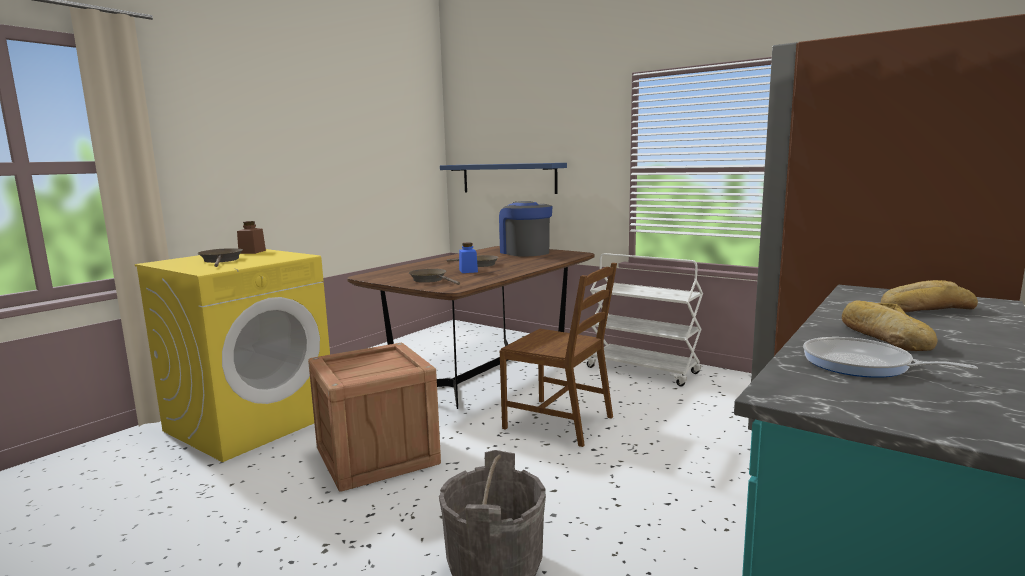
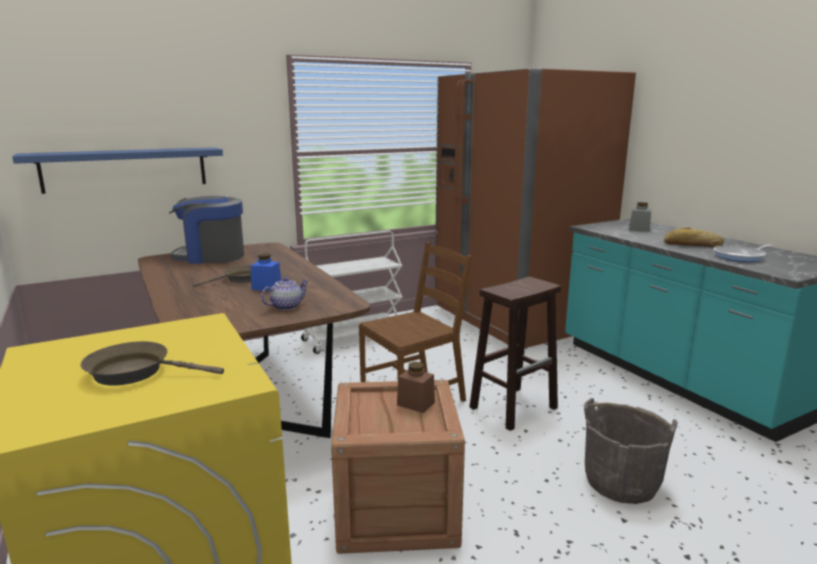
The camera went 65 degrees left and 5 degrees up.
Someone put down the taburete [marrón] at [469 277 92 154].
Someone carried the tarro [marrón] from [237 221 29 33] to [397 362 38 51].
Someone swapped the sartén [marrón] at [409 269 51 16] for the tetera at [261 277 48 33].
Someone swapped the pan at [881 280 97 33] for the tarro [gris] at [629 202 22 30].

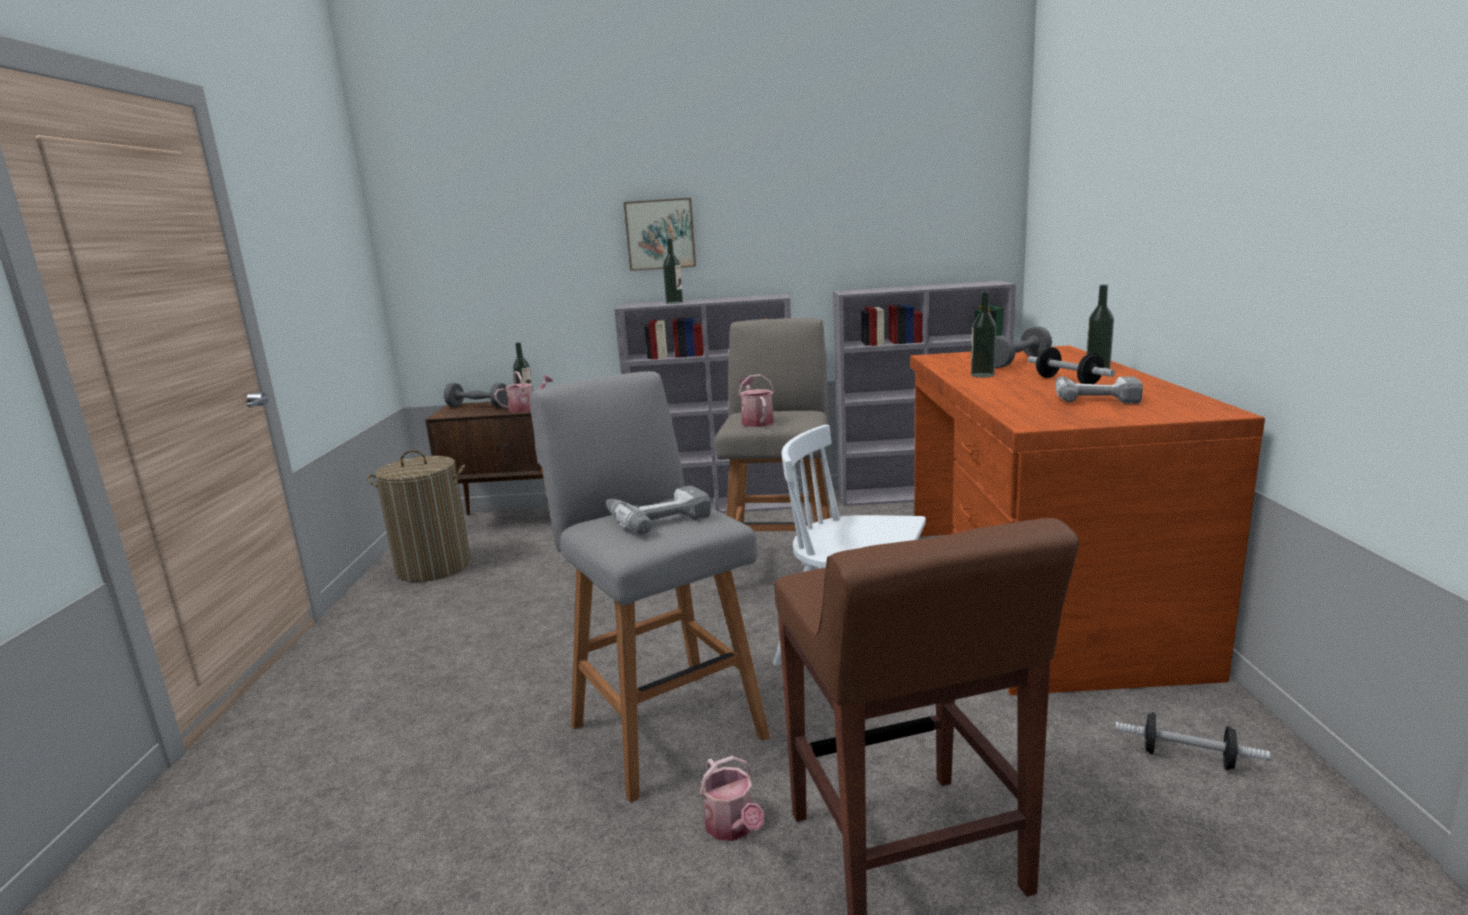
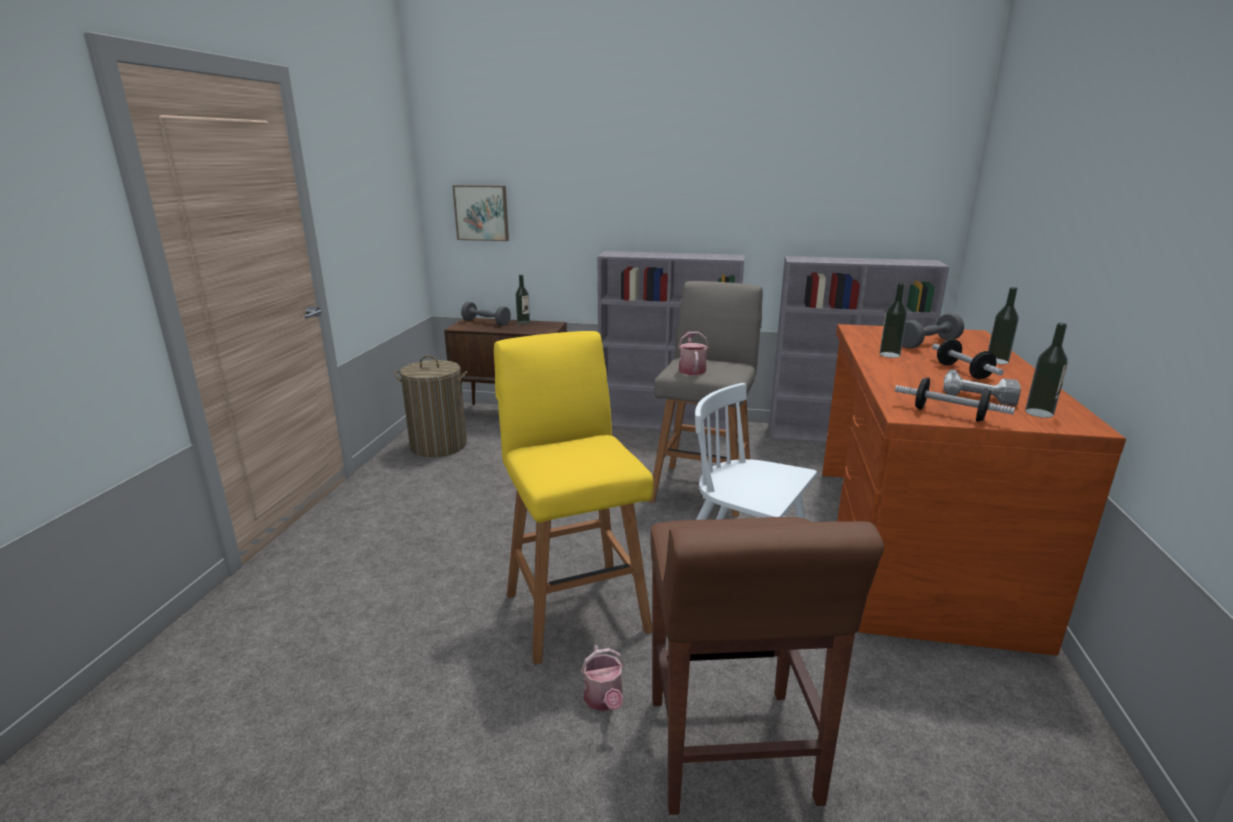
The camera went 10 degrees right and 5 degrees up.
Someone took away the regadera at [494 371 59 41].
Someone took away the taladro at [606 486 105 48].
Someone carried the cuadro from [623 198 73 73] to [452 185 57 56].
Someone carried the botella from [663 238 20 66] to [1025 323 43 95].
Someone carried the mancuerna from [1115 712 155 58] to [895 377 120 45].
Someone repainted the taburete [gris] at [530 371 240 431], which became the taburete [amarillo] at [494 331 160 334].

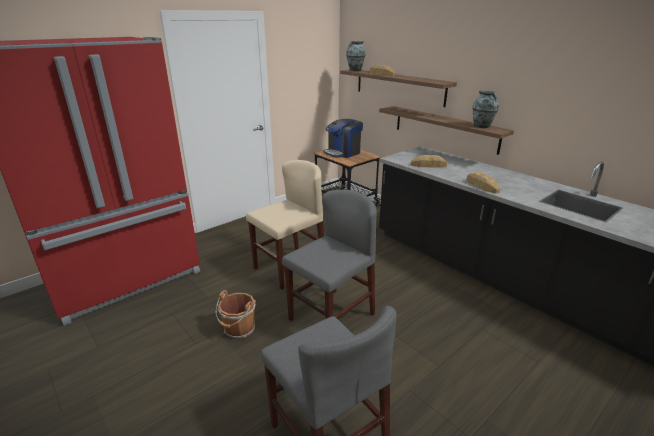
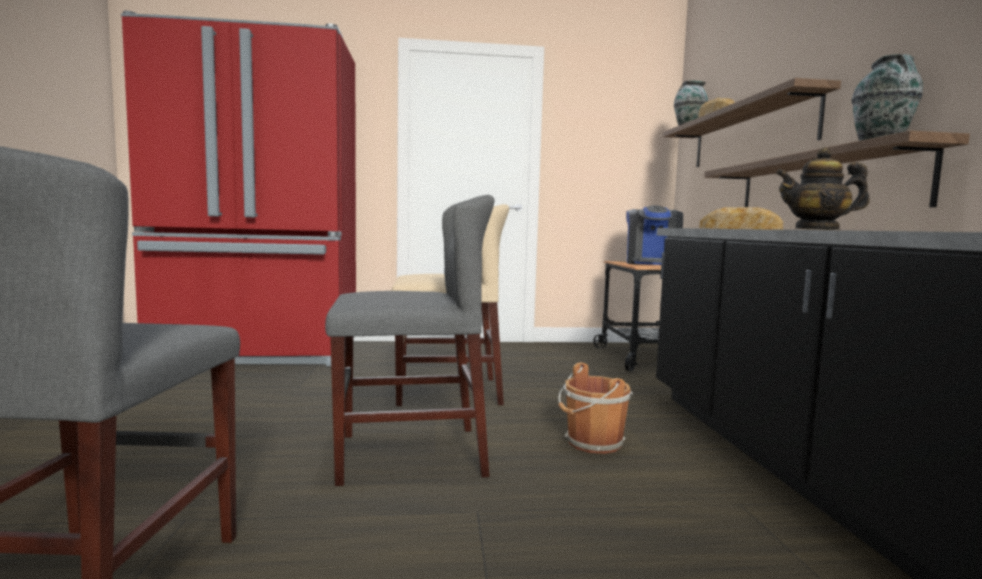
The camera went 35 degrees right and 20 degrees down.
Someone carried the cubo [marrón] from [215 290 41 49] to [558 362 75 92].
Someone swapped the pan at [467 172 33 21] for the tetera at [775 148 95 82].
Someone rotated the cafetera at [324 119 39 39] by 75 degrees counterclockwise.

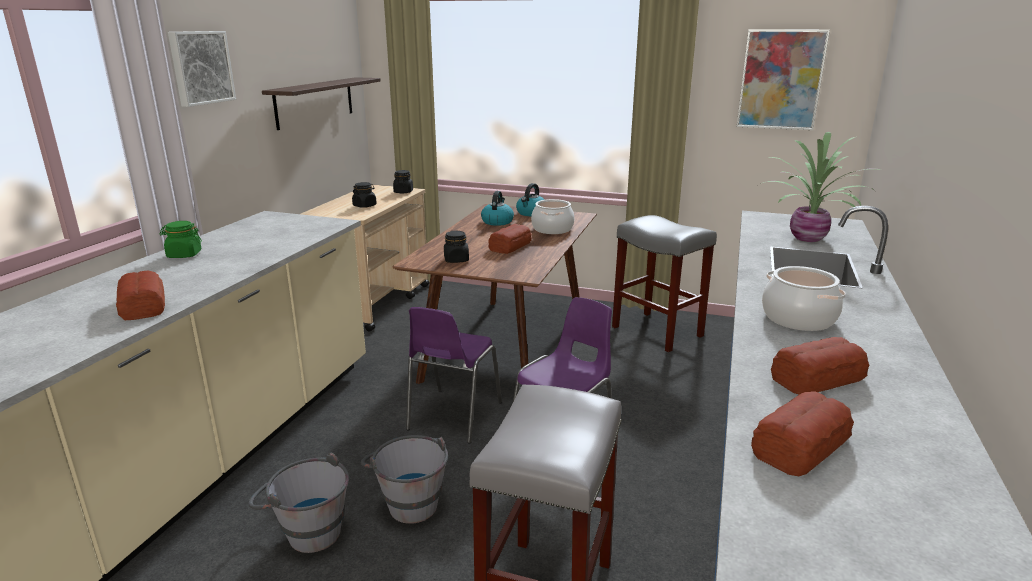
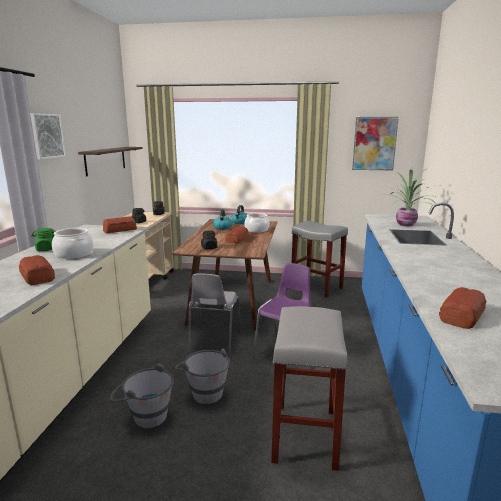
The camera went 10 degrees left and 5 degrees down.
Someone carried the olla from [762 266 84 65] to [52 228 42 31].
Someone carried the pan from [771 337 98 57] to [103 216 34 17].
Someone repainted the silla [morado] at [406 307 96 137], which became the silla [gris] at [188 273 53 83].

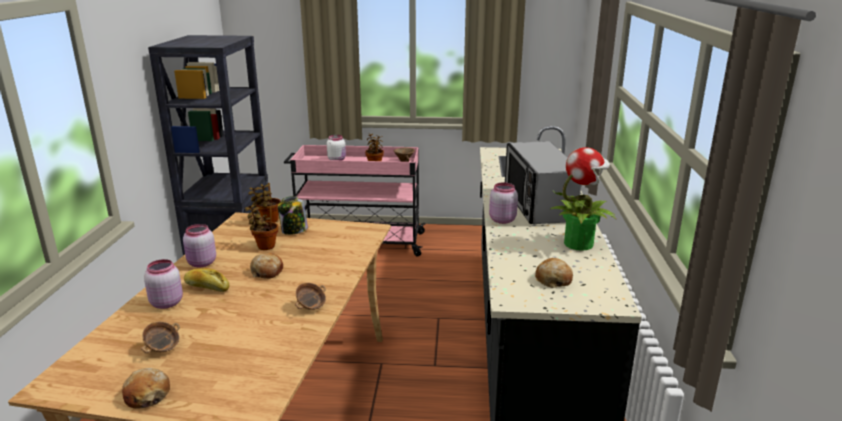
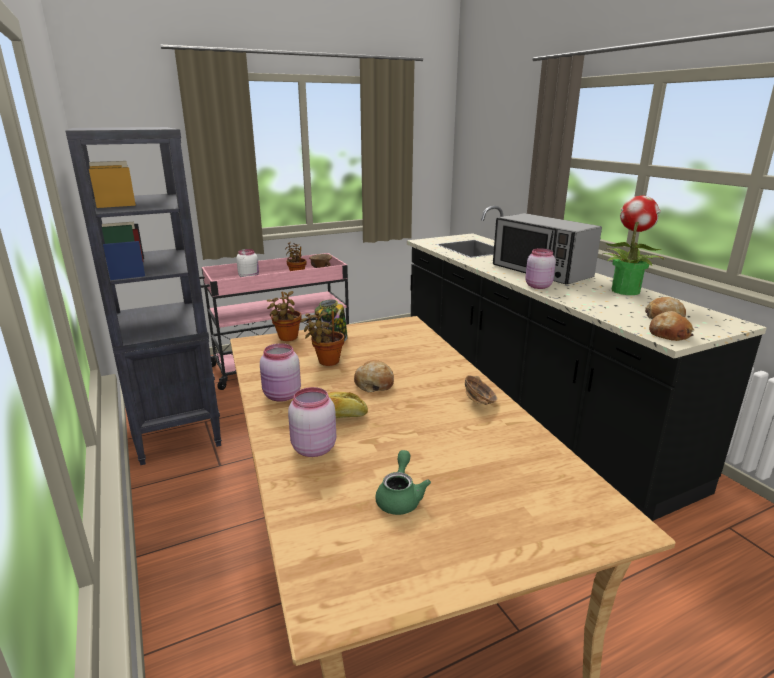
The camera went 30 degrees left and 0 degrees up.
Someone carried the pan from [122 368 48 41] to [649 311 45 30].
Someone swapped the cuenco at [141 322 39 31] for the tetera [verde] at [375 450 56 65].

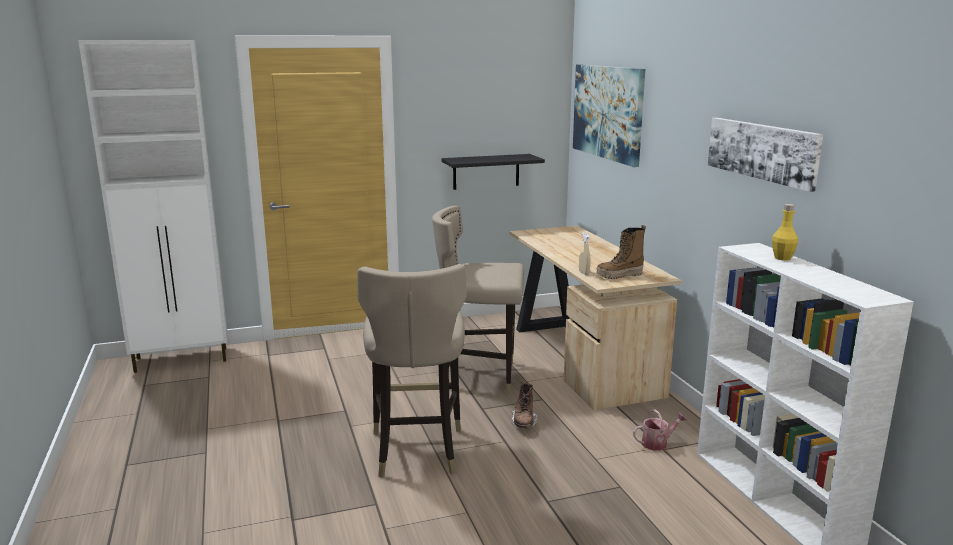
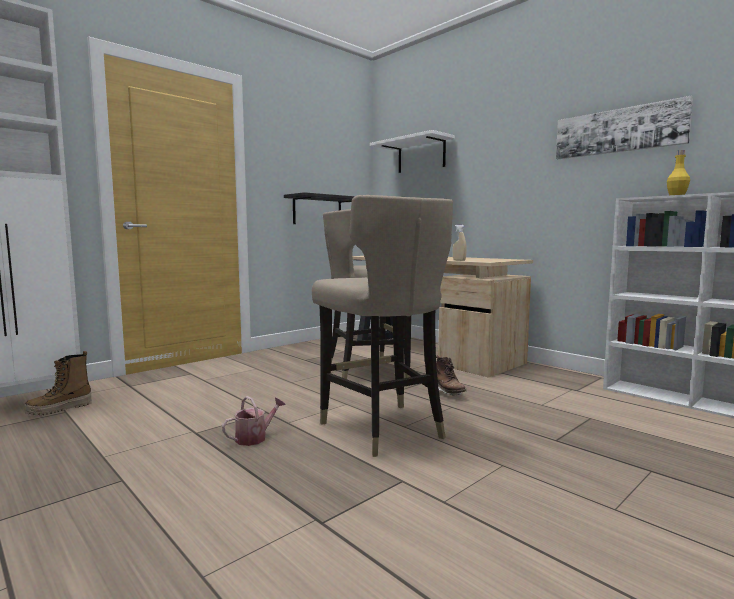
The camera went 25 degrees left and 10 degrees down.
Someone carried the bota from [596 225 50 54] to [24 351 68 65].
Someone carried the regadera from [633 409 54 42] to [222 396 64 50].
Someone swapped the cuadro at [573 65 72 102] for the estante [blanco] at [370 130 85 43].

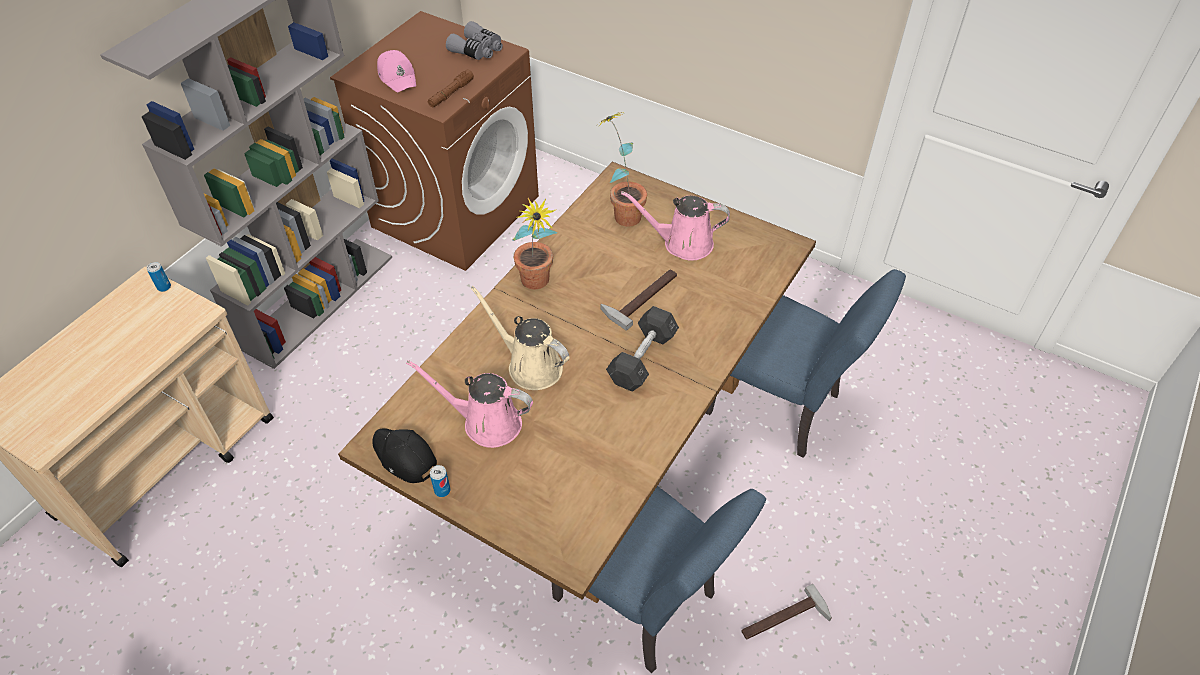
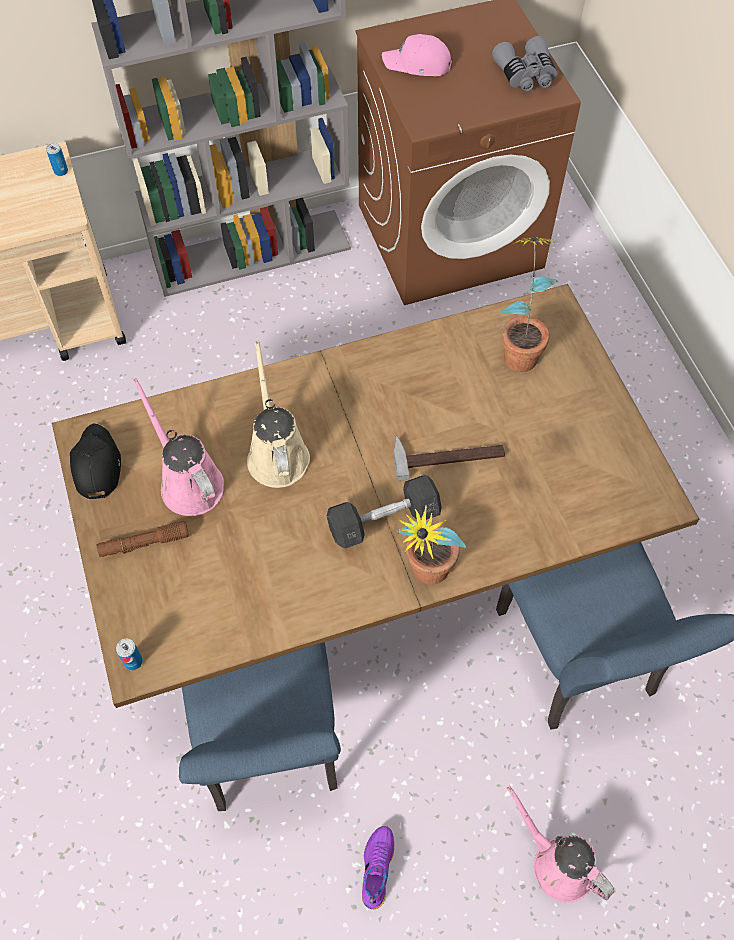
The camera went 40 degrees right and 10 degrees up.
Someone carried the linterna [marrón] from [428 70 46 37] to [97 521 92 36].
Someone carried the lata from [430 465 20 32] to [116 638 27 32].
Someone carried the planta en maceta from [512 198 45 91] to [396 505 70 80].
Someone carried the regadera [rosa] from [621 191 109 70] to [506 786 108 117].
Someone swapped the martillo at [742 584 90 55] for the zapato [morado] at [362 826 32 83].
Someone rotated the gorra [rosa] at [377 50 39 42] by 90 degrees clockwise.

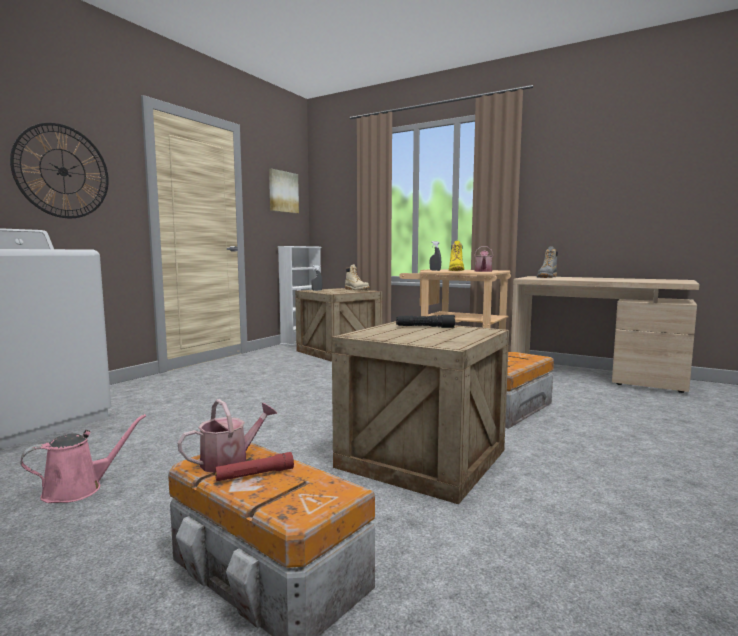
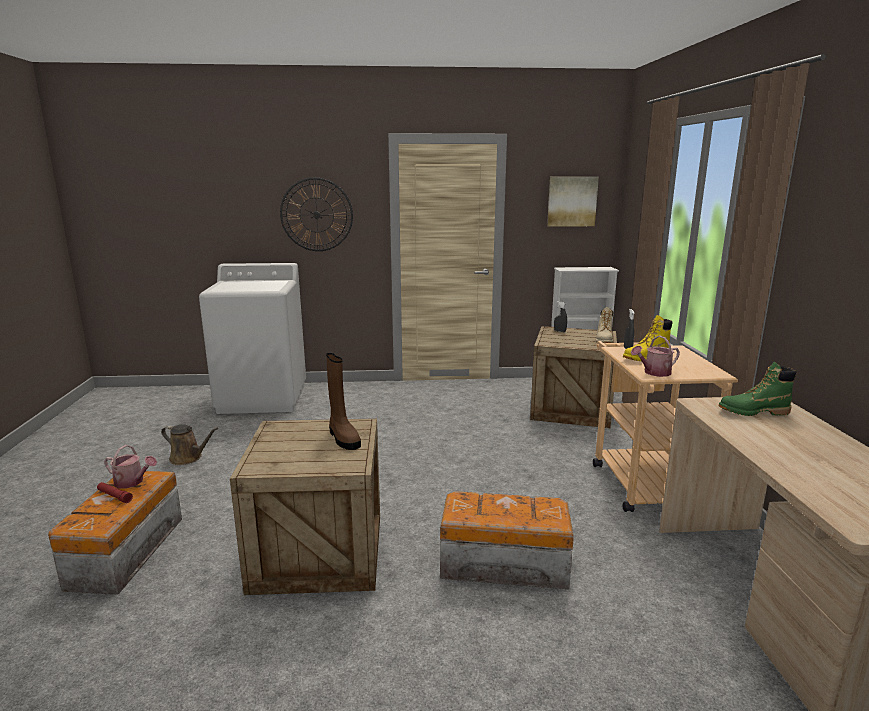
The camera went 55 degrees right and 10 degrees up.
Someone swapped the linterna [negro] at [396 315 59 13] for the bota [marrón] at [326 353 35 97].
Someone repainted the regadera [rosa] at [20 414 126 89], which became the regadera [marrón] at [161 424 57 41].
Someone repainted the bota [gris] at [537 247 21 31], which became the bota [verde] at [719 362 77 54].

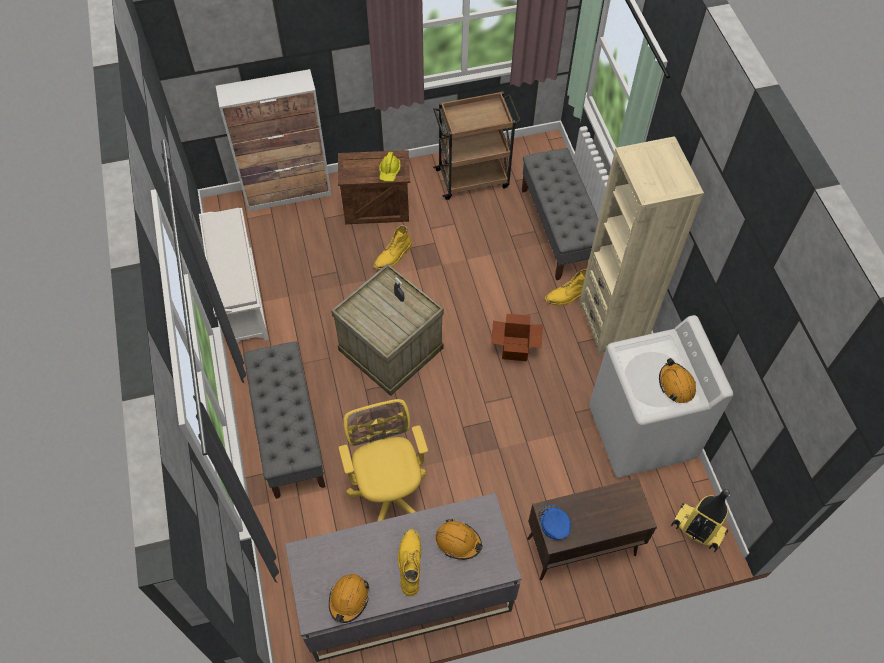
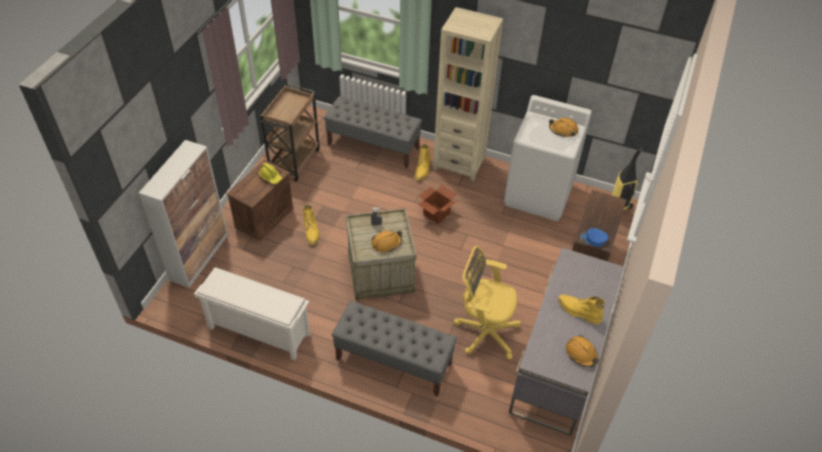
The camera went 55 degrees left and 10 degrees down.
Someone carried the casco [naranja] from [435 519 48 41] to [372 231 30 21].

